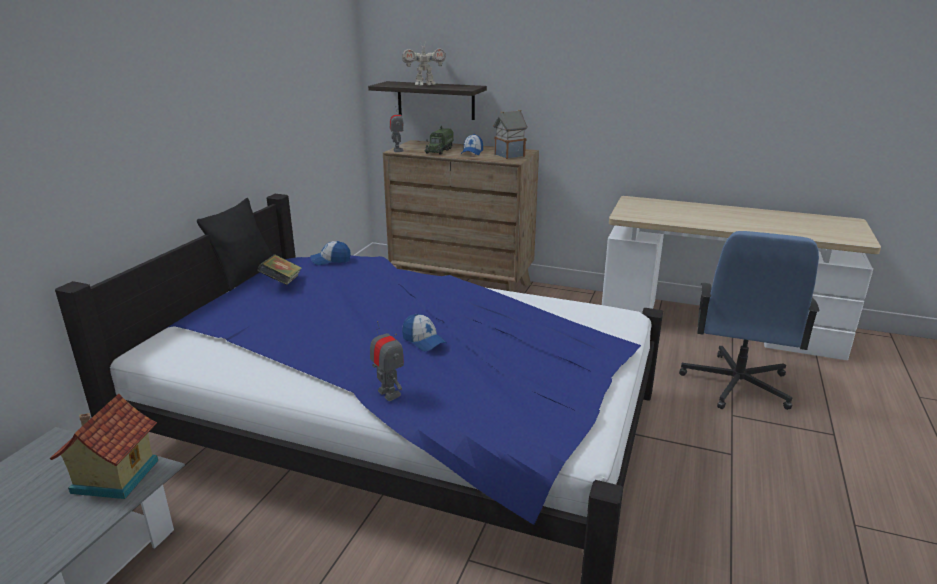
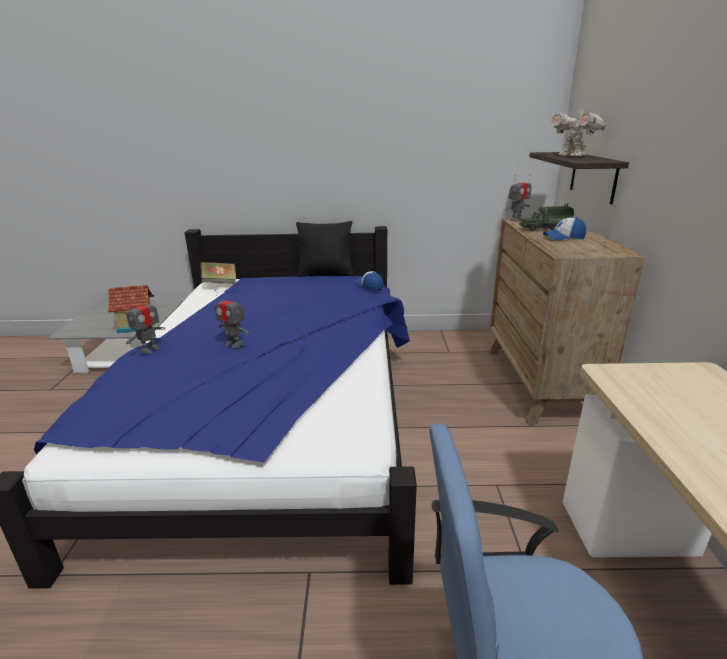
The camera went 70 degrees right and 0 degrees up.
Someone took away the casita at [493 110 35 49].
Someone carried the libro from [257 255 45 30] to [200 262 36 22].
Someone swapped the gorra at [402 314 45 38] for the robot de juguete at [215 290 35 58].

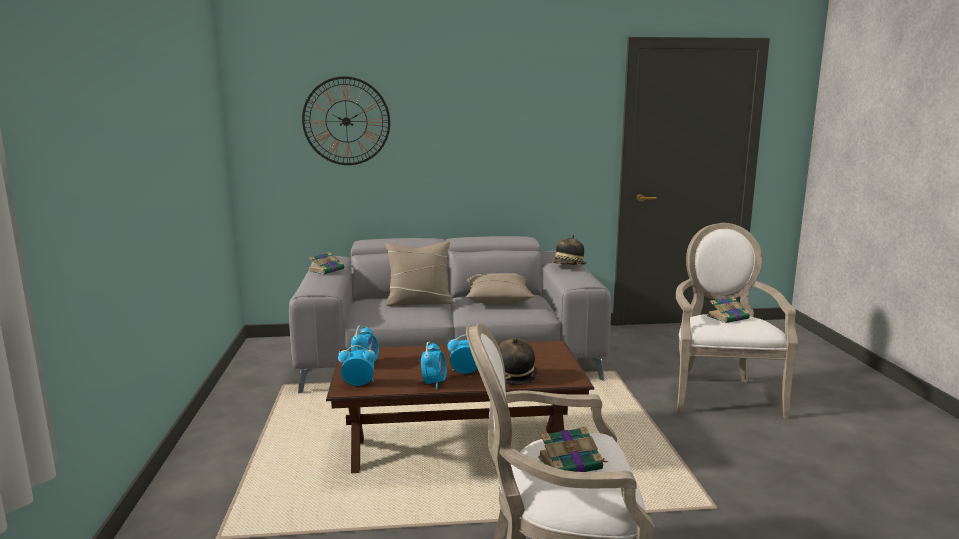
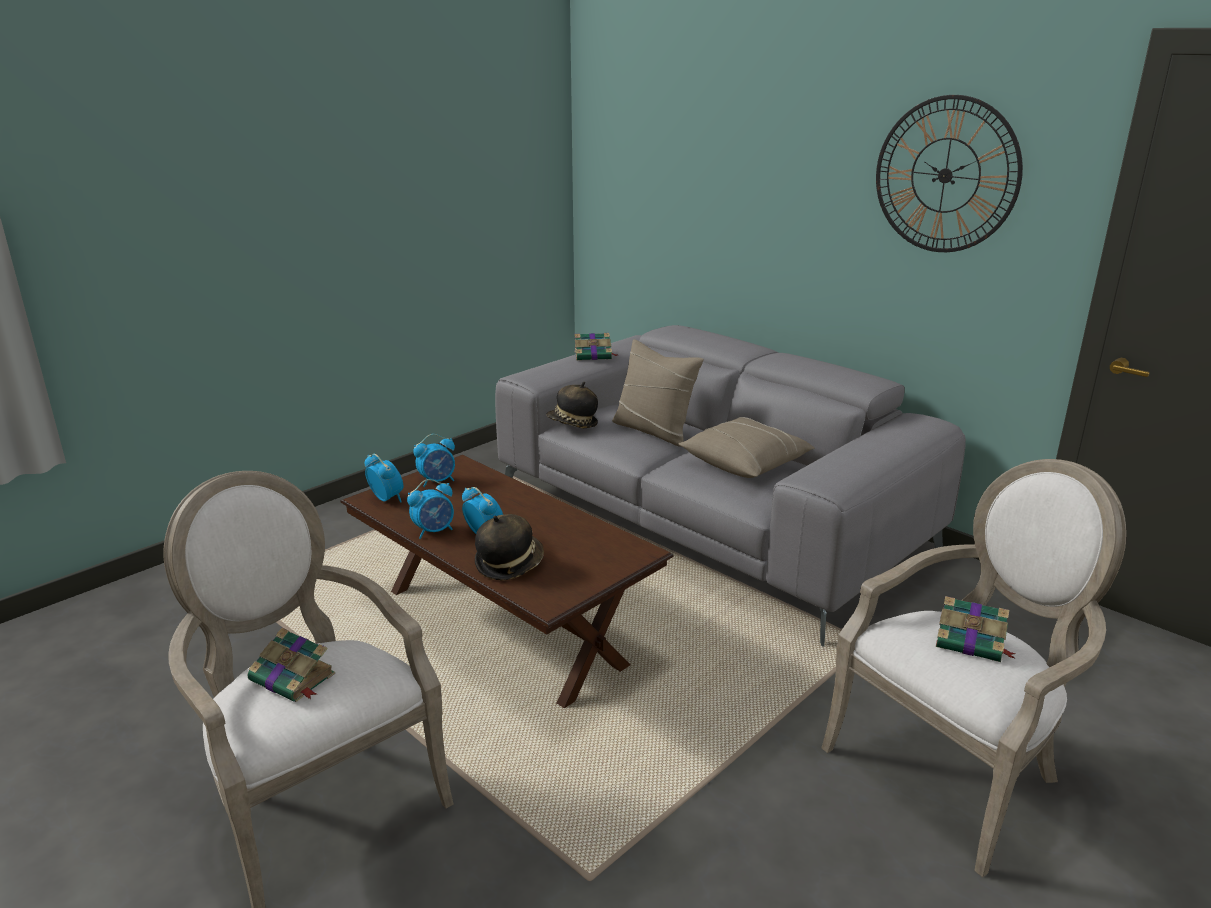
The camera went 50 degrees right and 10 degrees up.
Someone carried the reloj de pared from [302 76 88 89] to [876 95 147 157].
Someone carried the sombrero from [551 235 35 31] to [546 382 52 46].

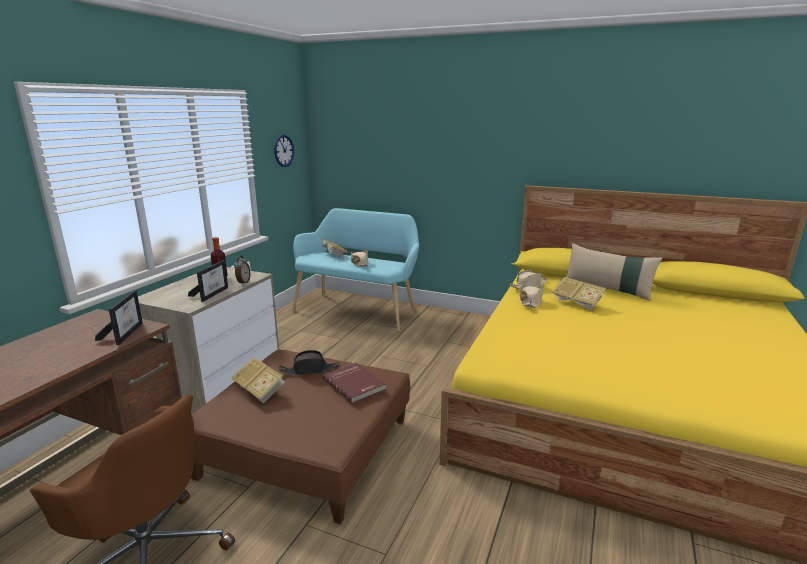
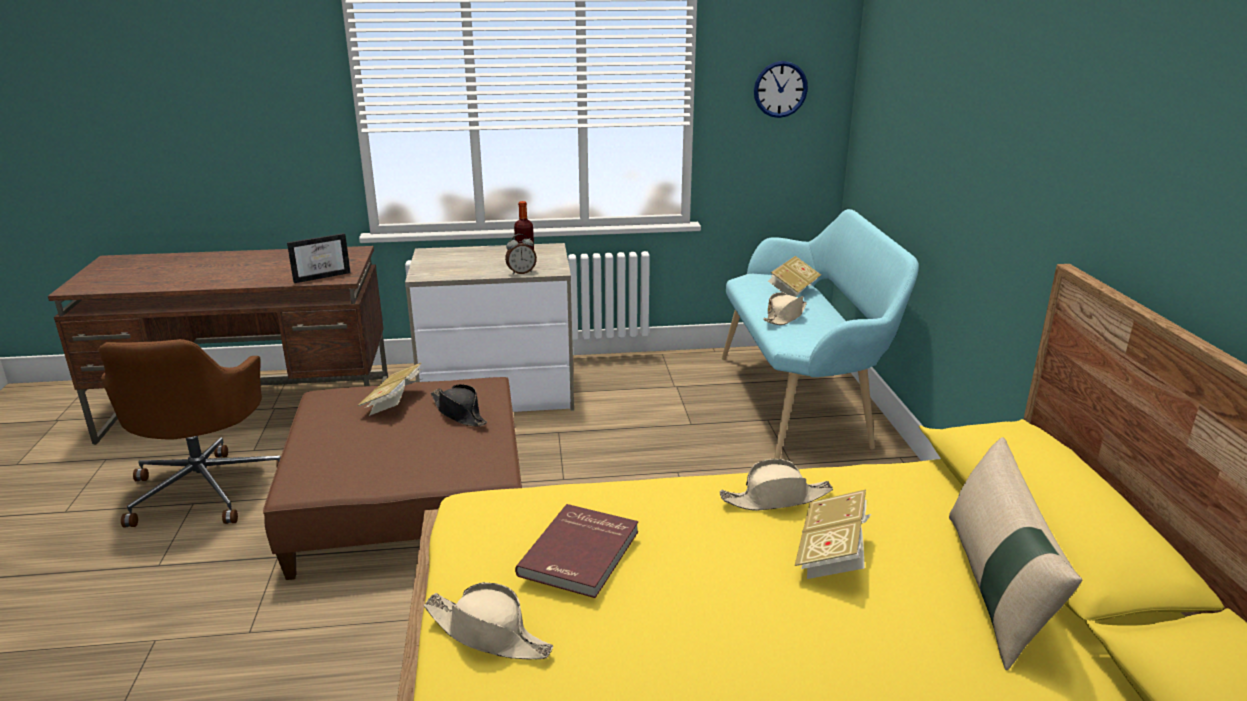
The camera went 60 degrees right and 5 degrees up.
Someone took away the portarretratos at [188 260 40 42].
Someone carried the libro [rojo] from [323 363 63 40] to [515 504 123 94].
Someone carried the sombrero [beis] from [510 270 38 20] to [423 582 130 77].

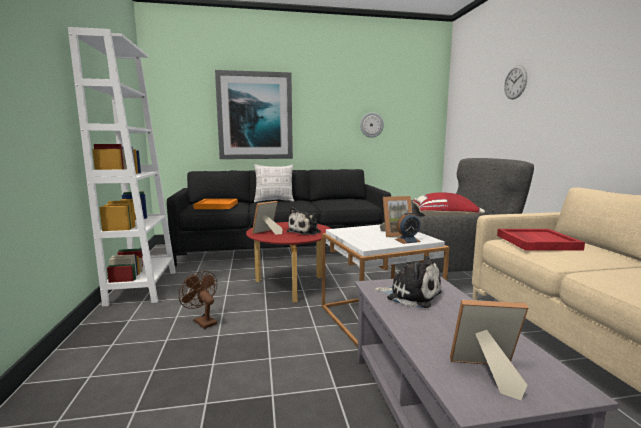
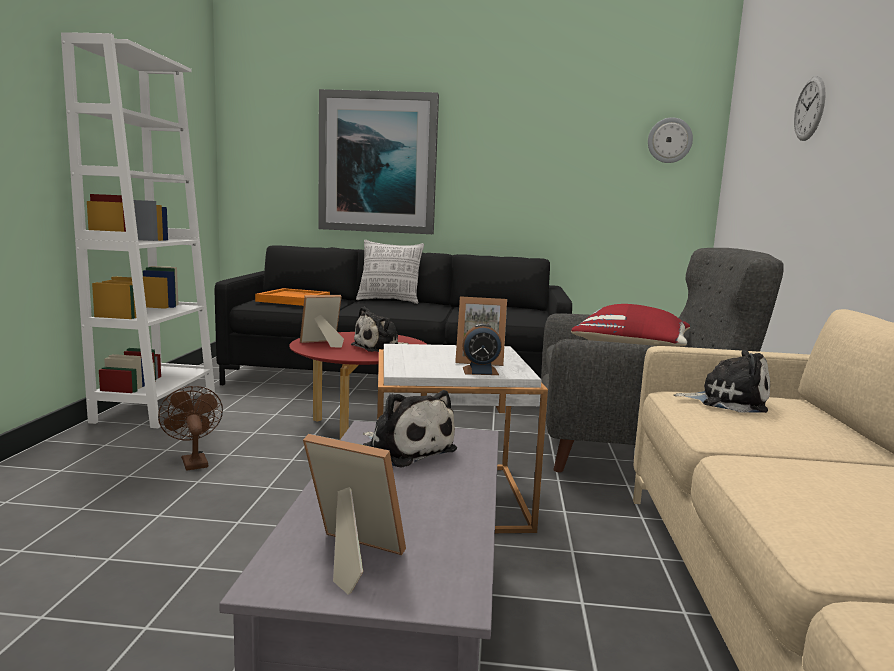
The camera went 15 degrees right and 0 degrees up.
Someone carried the reloj de pared from [360 112 24 26] to [648 117 45 46].
Someone swapped the bandeja [rojo] at [497 229 88 21] for the peluche at [674 349 96 64].

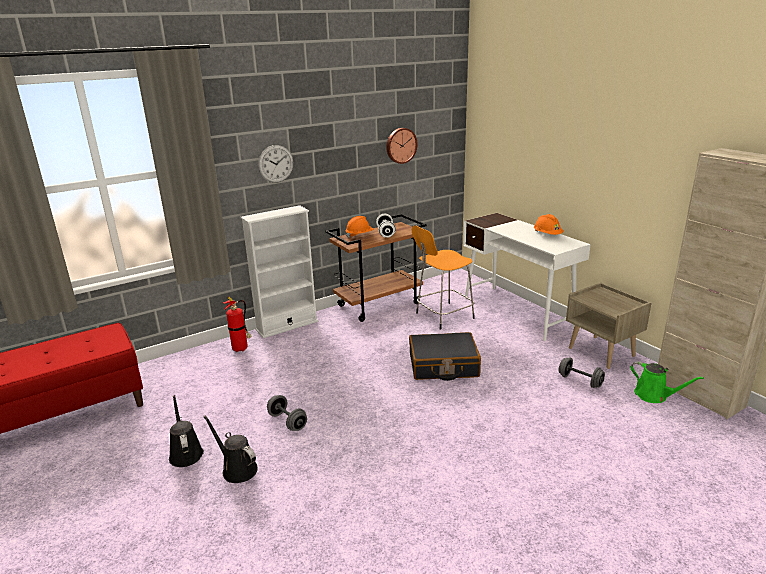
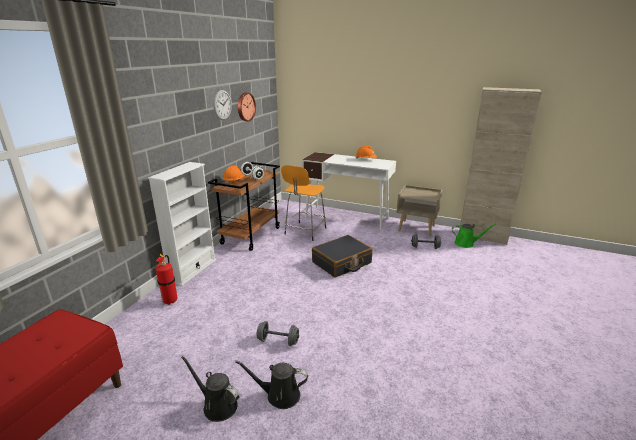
The camera went 35 degrees left and 0 degrees up.
Someone carried the reloj de pared from [258 145 35 38] to [214 90 18 30].

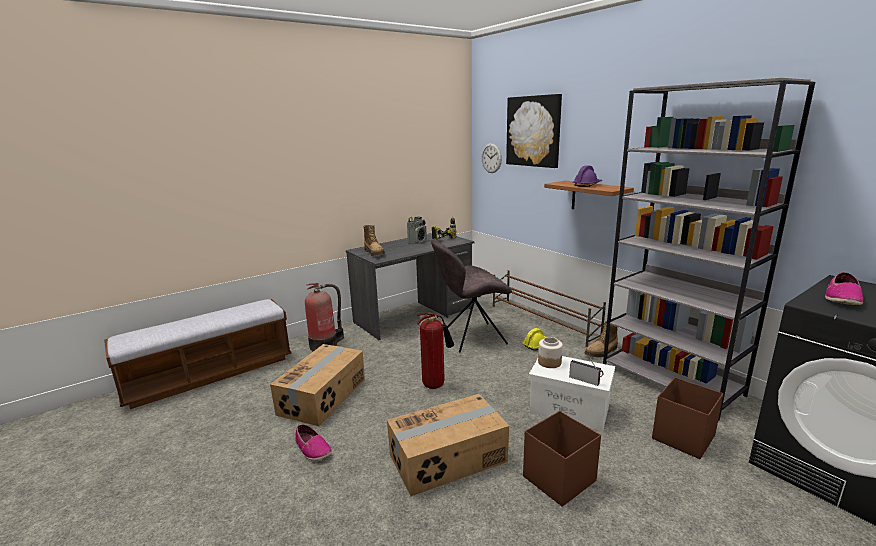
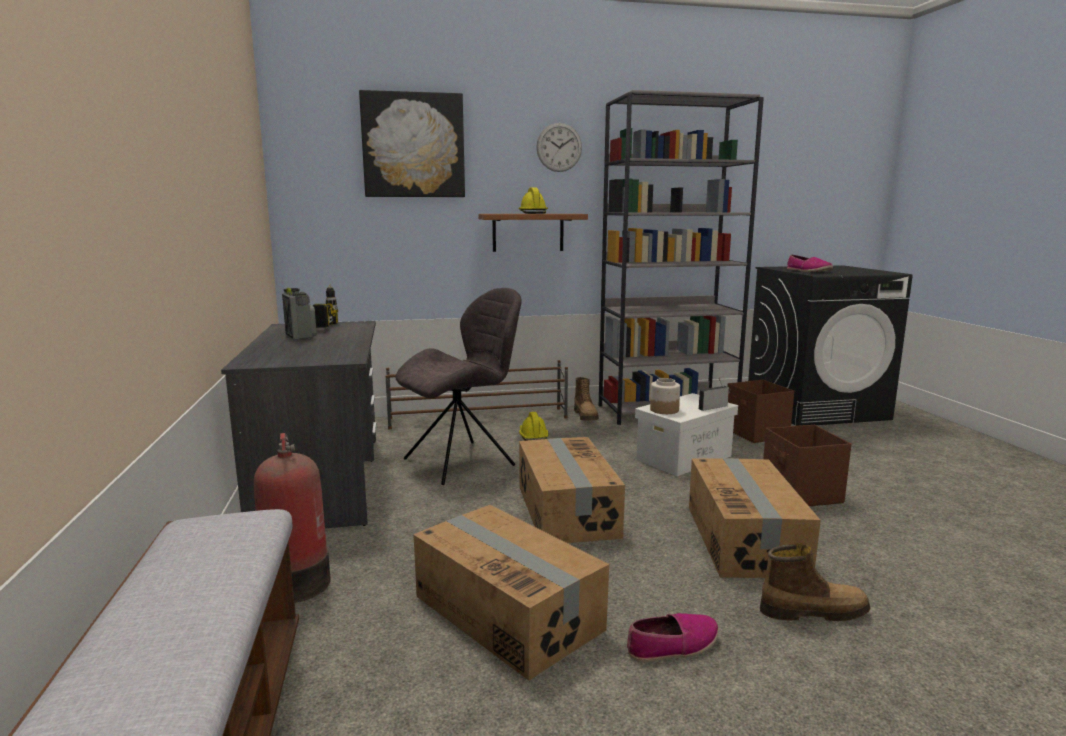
The camera went 65 degrees left and 5 degrees down.
Someone carried the bota from [363 225 22 31] to [760 544 111 77].
Someone carried the reloj de pared from [481 143 21 30] to [536 123 46 49].
Someone swapped the extintor at [417 313 37 76] for the caja de cartón at [519 437 106 106].
Someone repainted the casco [morado] at [573 165 29 22], which became the casco [amarillo] at [518 187 30 27].
Someone rotated the silla [gris] at [431 238 81 114] by 135 degrees counterclockwise.

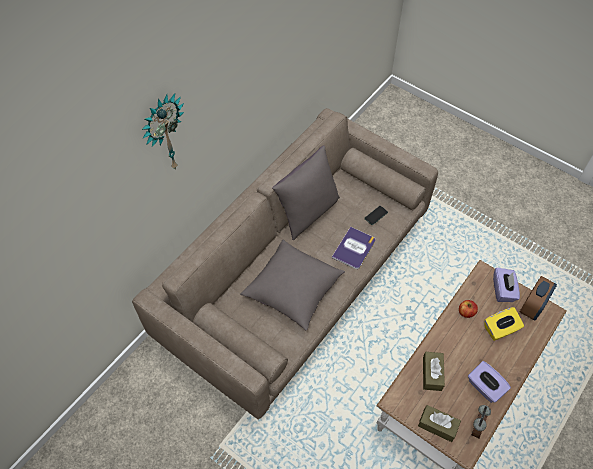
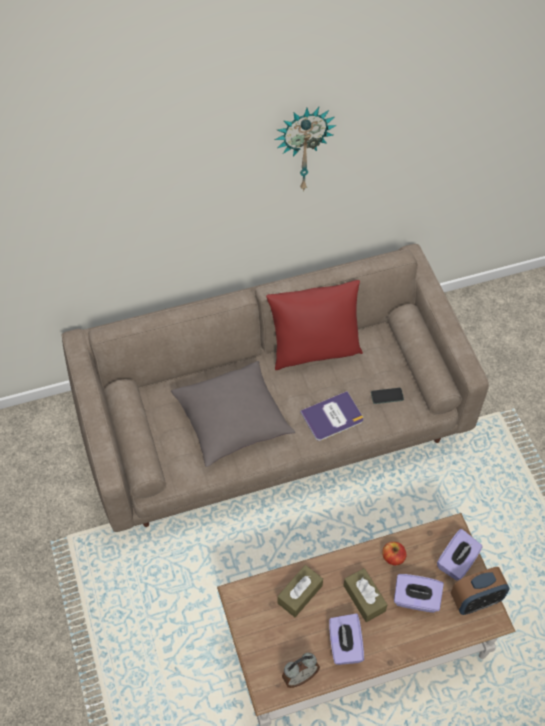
The camera went 35 degrees right and 0 degrees up.
Someone carried the reloj de pared from [141 94 43 76] to [275 107 62 85].
Someone carried the caja de pañuelos [marrón] from [418 405 43 37] to [343 568 44 54].
Someone repainted the cojín [gris] at [272 146 68 94], which became the cojín [rojo] at [266 280 97 90].
Someone repainted the caja de pañuelos [amarillo] at [484 307 40 34], which became the caja de pañuelos [morado] at [394 574 50 39].

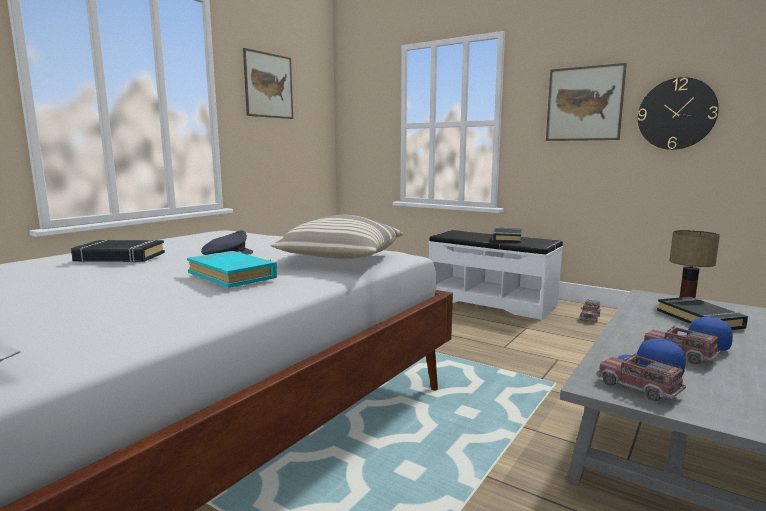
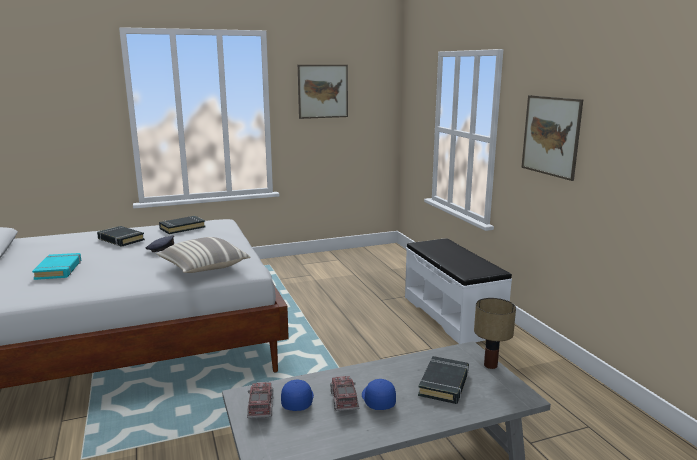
The camera went 35 degrees right and 5 degrees up.
Someone took away the camión de juguete at [579 300 22 22].
Someone took away the reloj de pared at [638 77 81 73].
Someone carried the libro [turquesa] from [187 251 90 37] to [32 253 49 27].
Someone carried the libro [negro] from [492 228 29 15] to [159 216 47 18].

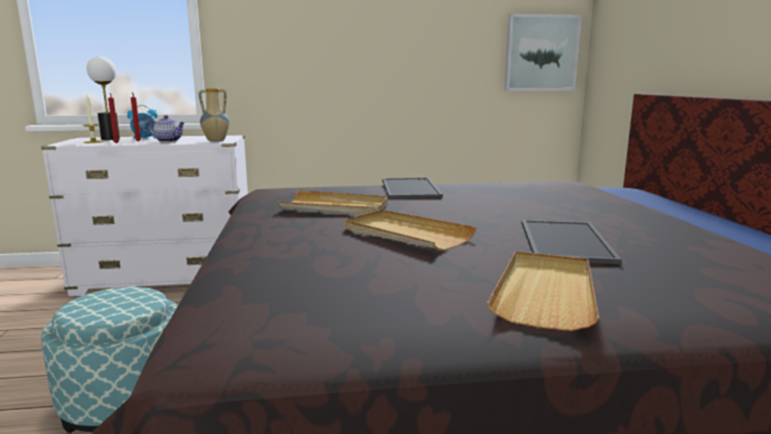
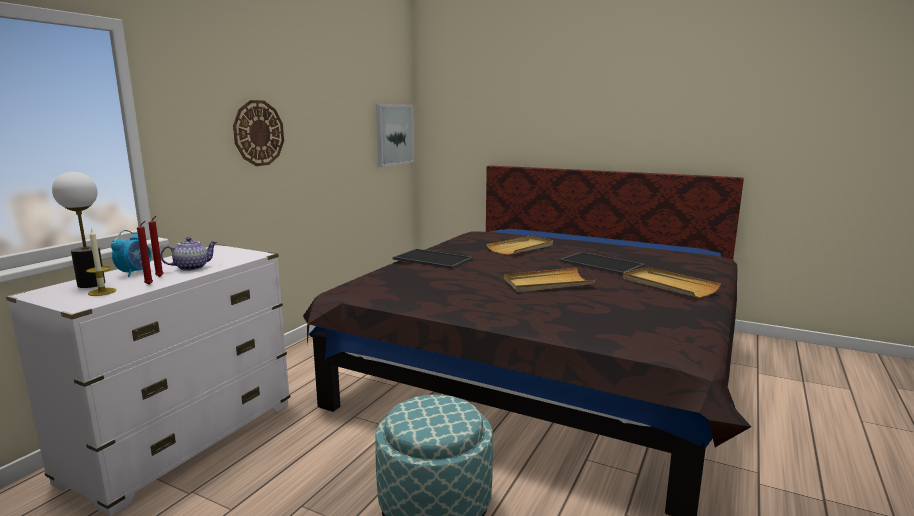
The camera went 55 degrees left and 0 degrees up.
Someone took away the florero at [198 88 31 54].
Someone put up the reloj de pared at [233 100 51 66].
Someone carried the bandeja [beis] from [277 190 111 25] to [486 236 67 19].

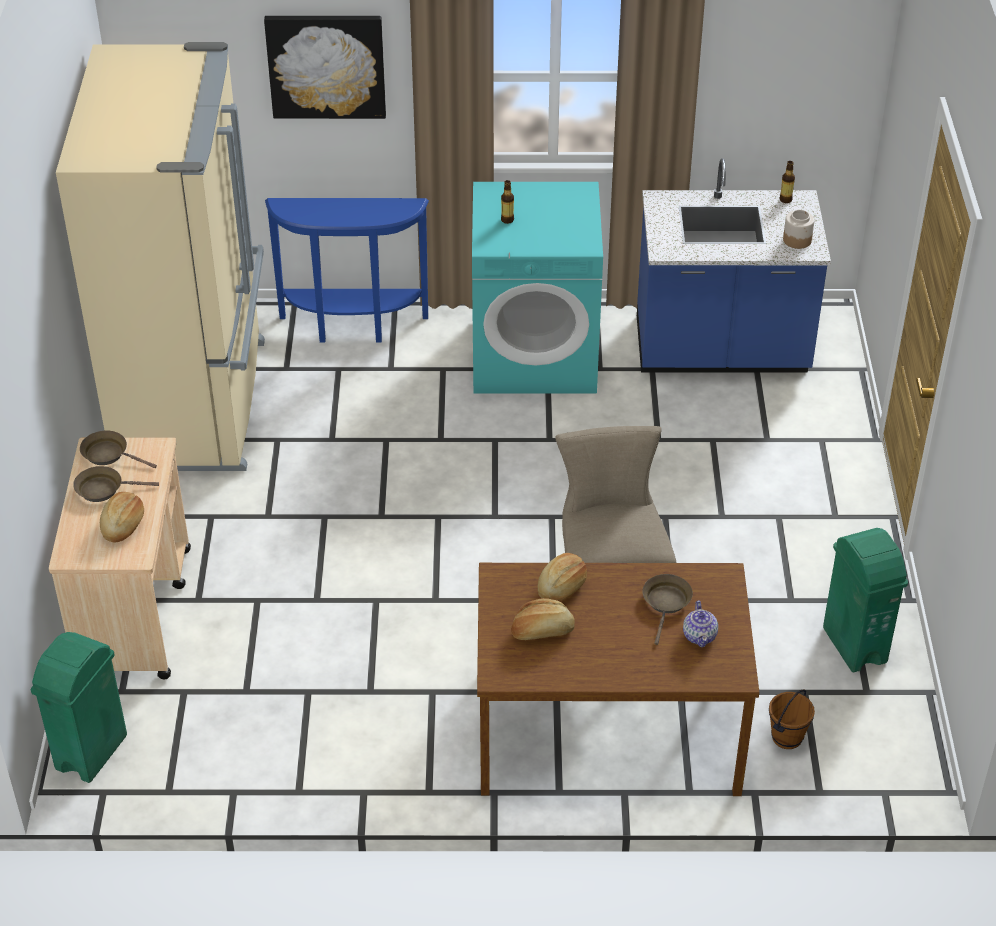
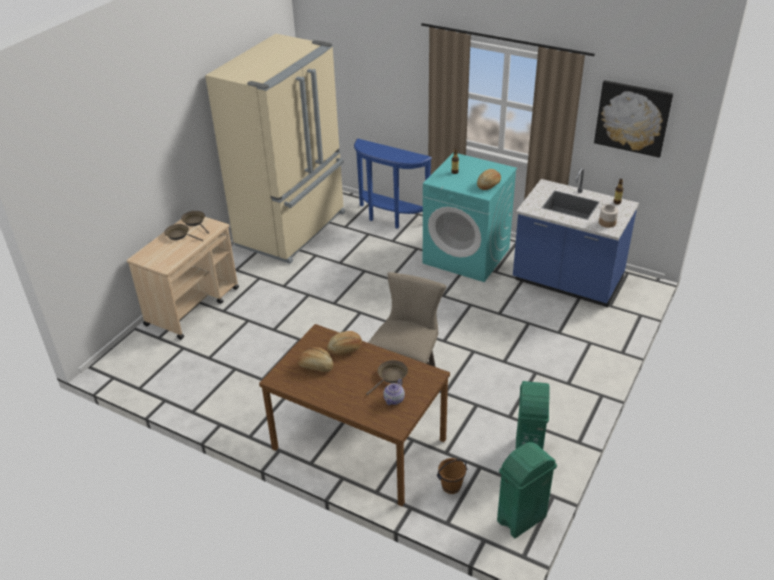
The camera went 30 degrees right and 5 degrees down.
Someone carried the papelera [verde] from [31 632 96 151] to [497 442 60 96].
Someone carried the pan from [100 492 44 50] to [477 169 24 21].
Someone carried the cuadro from [264 16 122 103] to [594 80 79 78].

